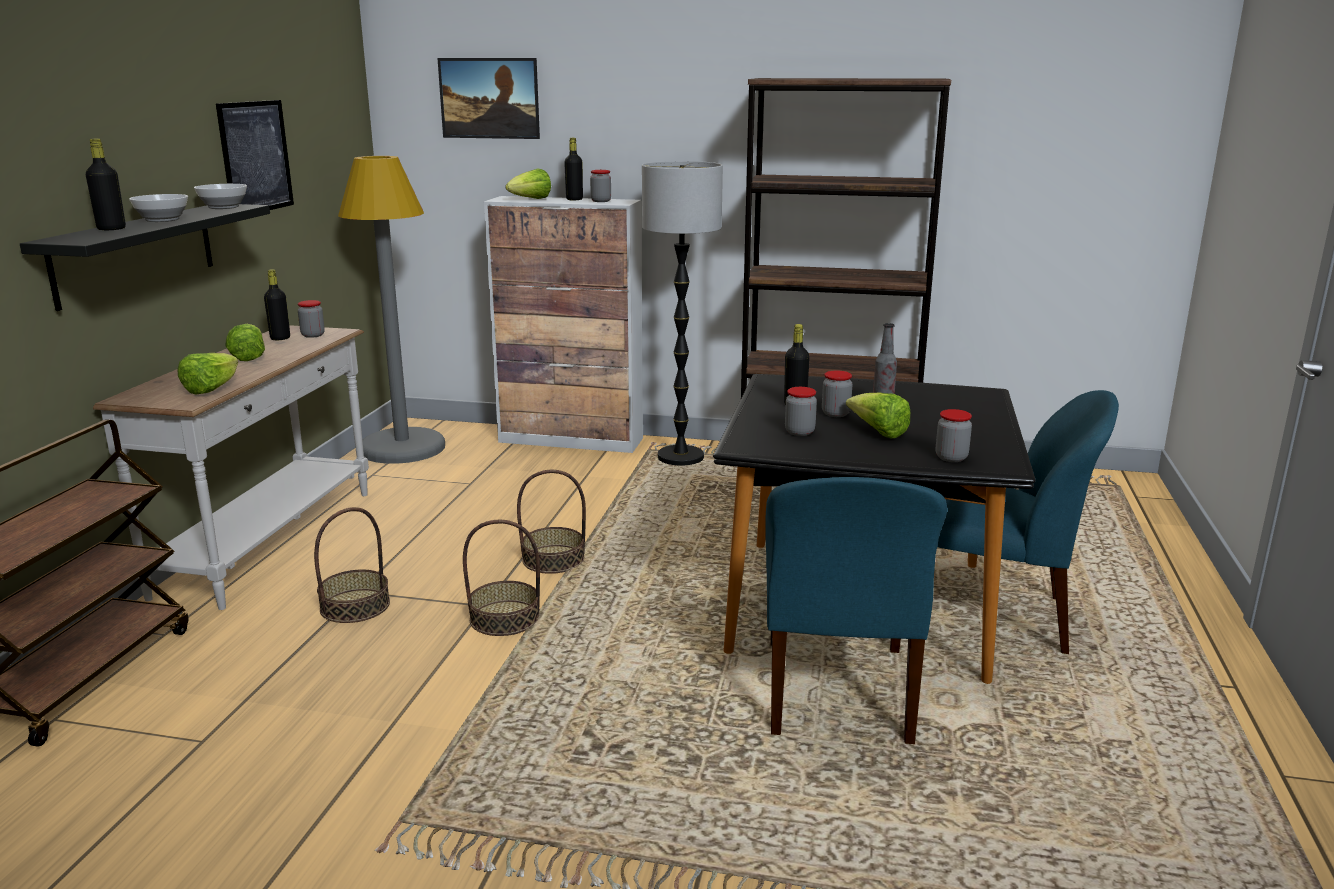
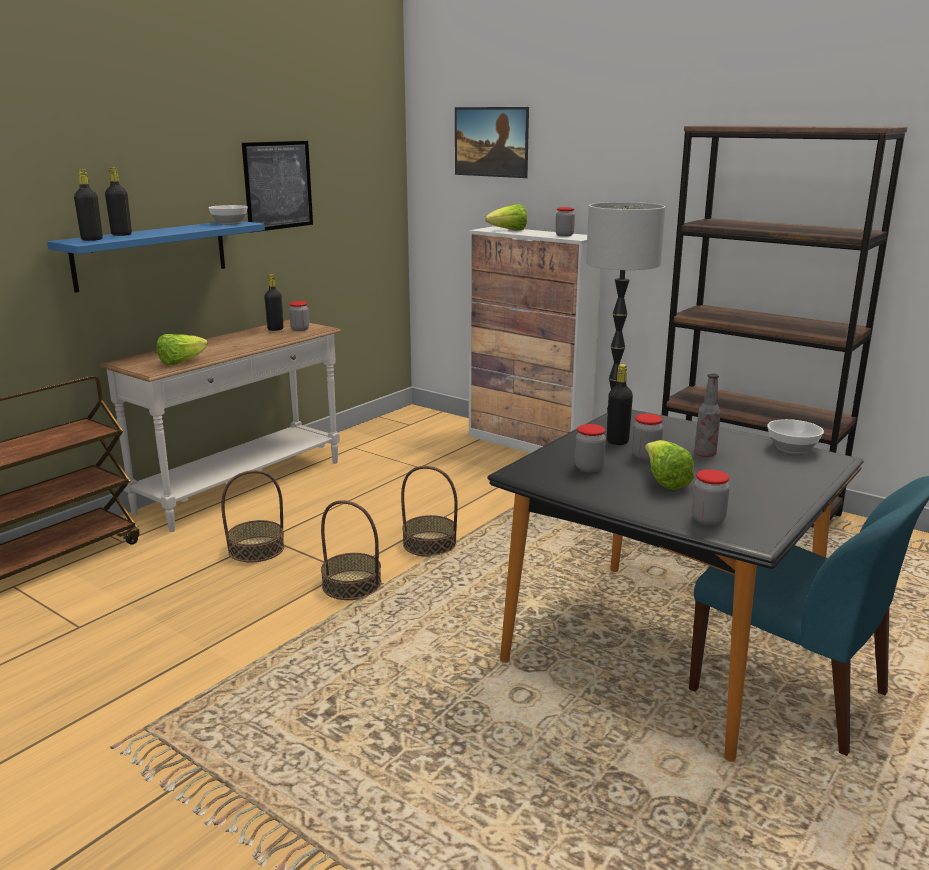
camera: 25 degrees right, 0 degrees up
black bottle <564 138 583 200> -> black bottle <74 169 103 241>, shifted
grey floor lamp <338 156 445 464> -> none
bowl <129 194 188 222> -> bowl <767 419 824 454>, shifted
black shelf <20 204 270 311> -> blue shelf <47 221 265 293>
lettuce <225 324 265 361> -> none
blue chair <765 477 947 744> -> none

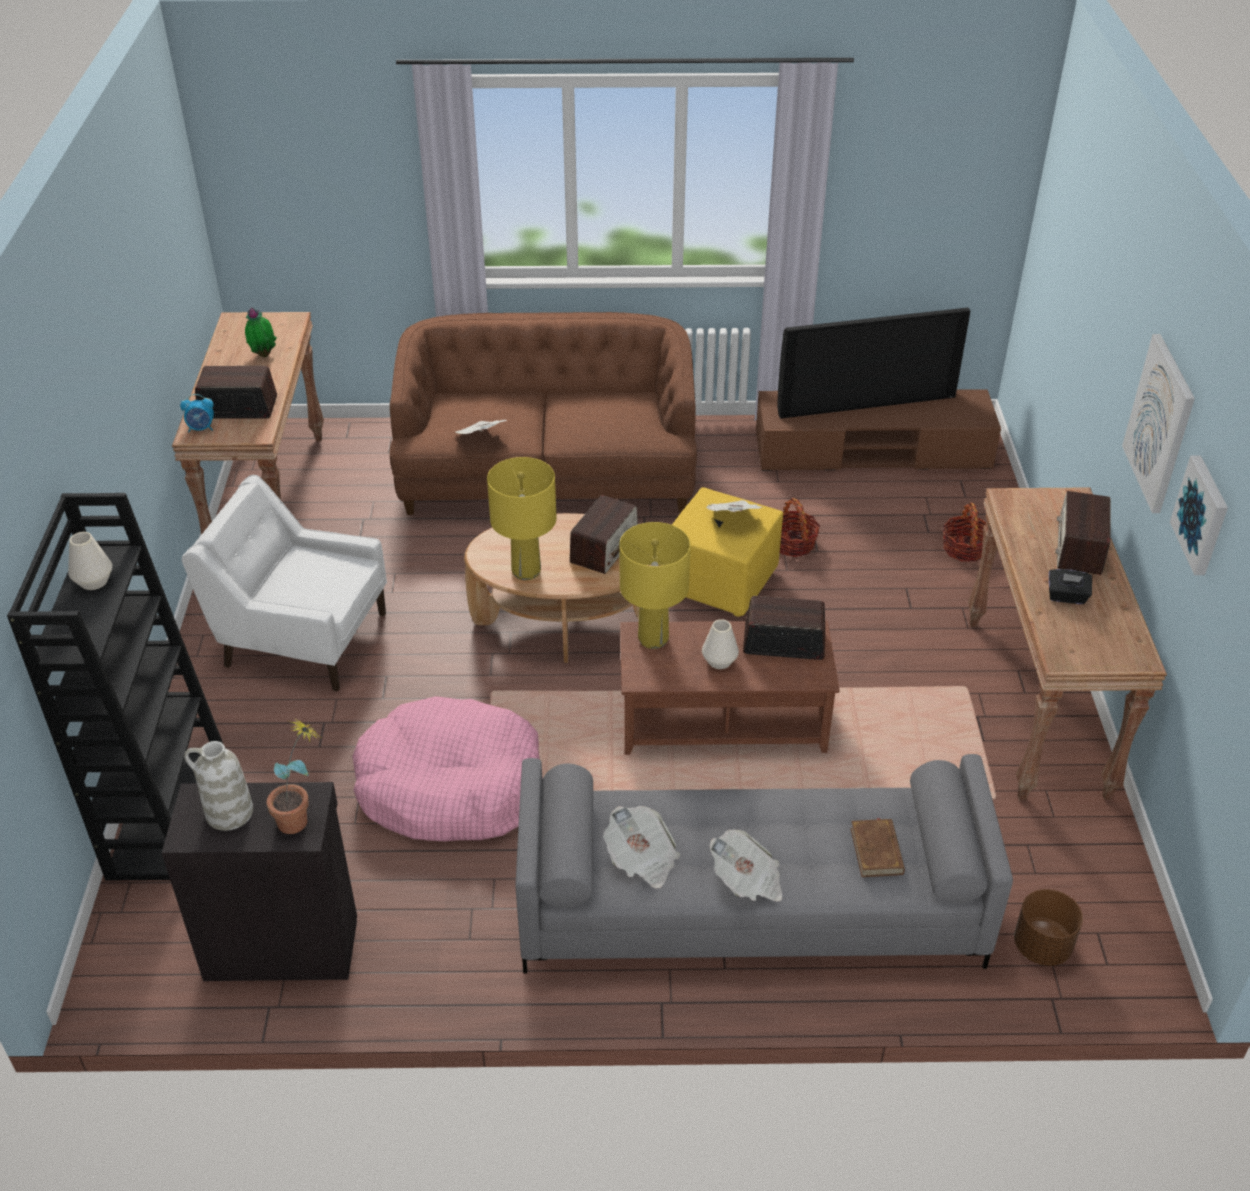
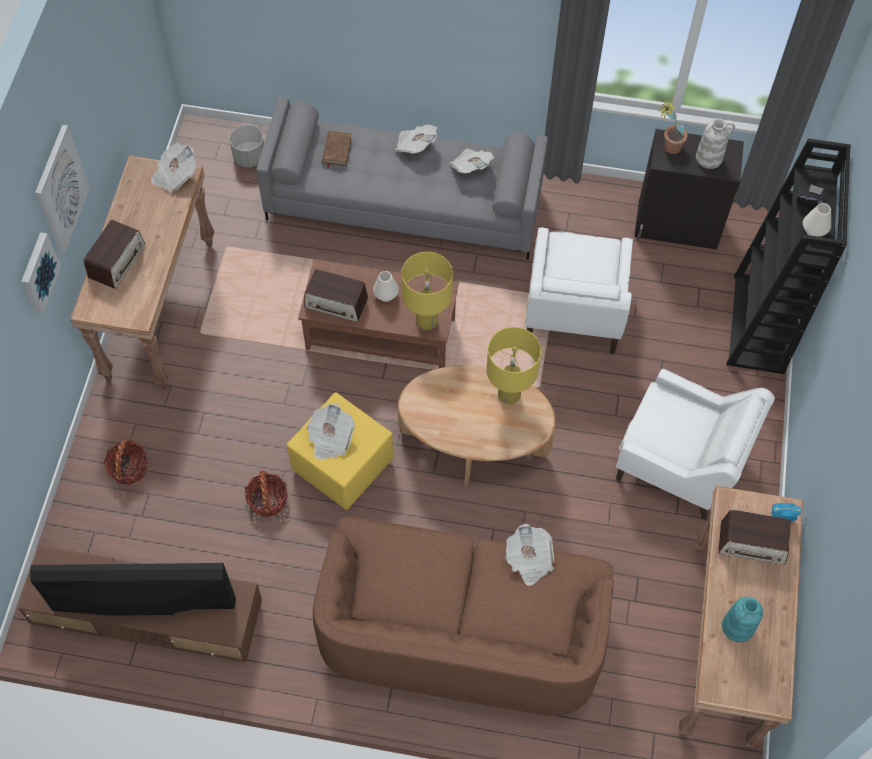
camera: 170 degrees left, 20 degrees up
potted plant <245 307 277 357> -> turquoise vase <722 597 763 642>
picture <1170 455 1228 575> -> picture <21 232 61 314>, shifted
radio <570 495 638 574> -> none
black tissue box <1049 569 1092 604> -> black tissue box <797 184 830 210>, shifted
pink dog bed <352 696 543 842> -> white armchair <525 227 633 354>
brown planter <1014 889 1083 966> -> grey planter <229 124 264 167>
none -> newspaper <151 143 196 193>

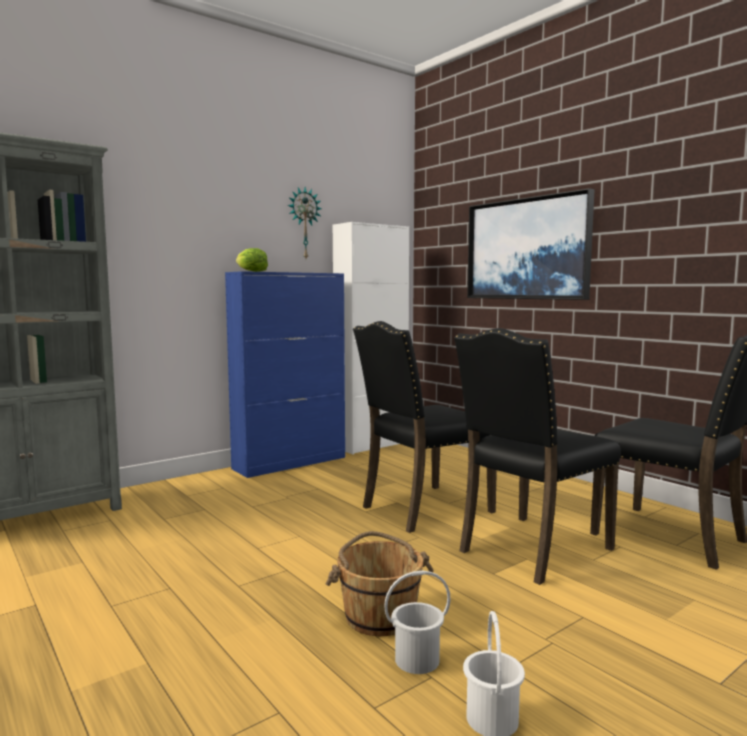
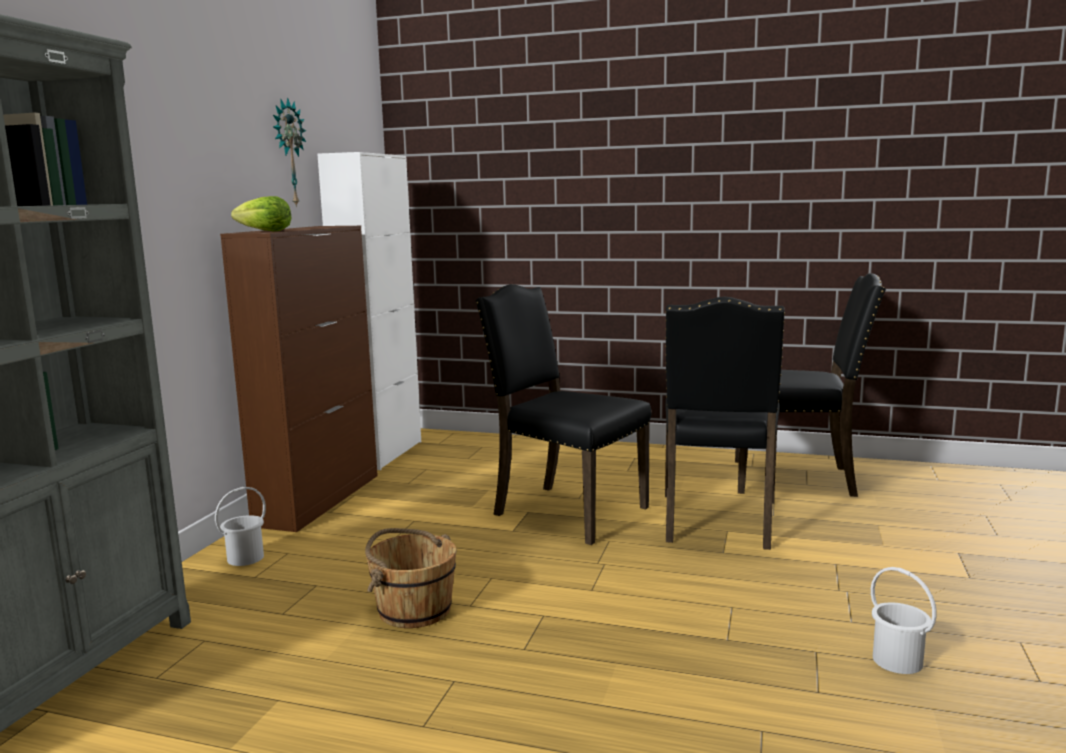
camera: 35 degrees left, 5 degrees up
picture <467 188 594 300> -> none
blue cabinet <225 271 345 478> -> brown cabinet <220 226 378 532>
black chair <353 321 497 533> -> black chair <475 284 651 545>, 105 degrees clockwise
brown bucket <326 531 434 636> -> brown bucket <365 528 457 628>, shifted
white bucket <384 570 451 674> -> white bucket <215 487 266 566>, shifted

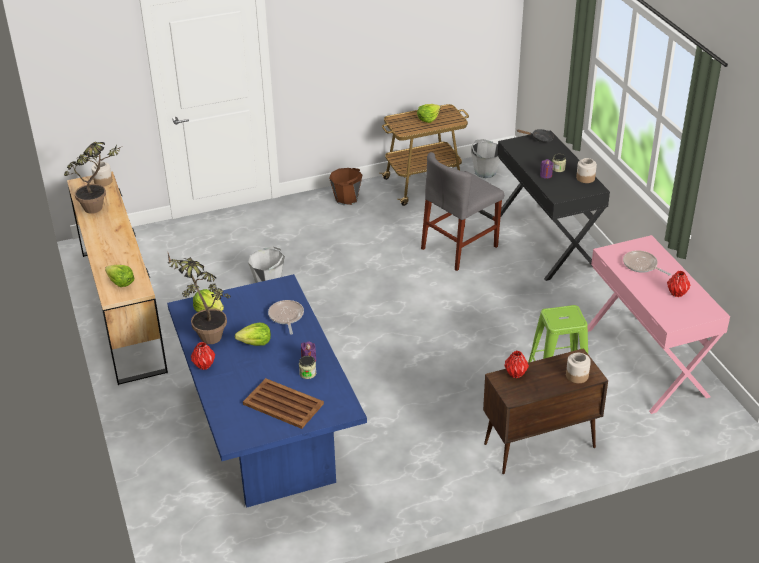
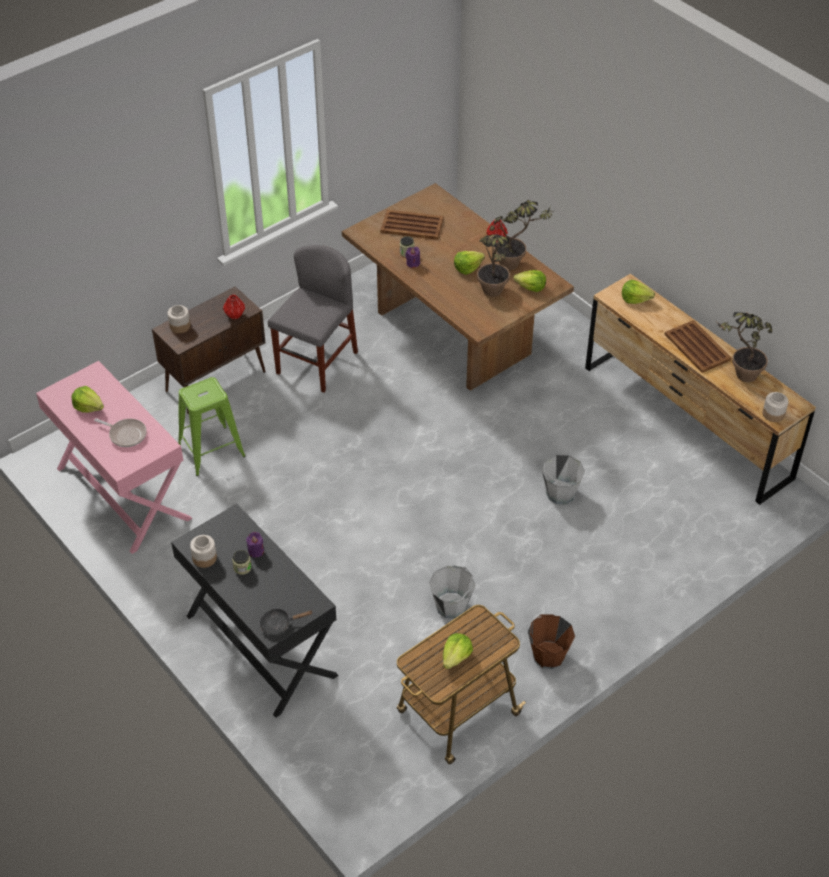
camera: 160 degrees right, 10 degrees up
grey bucket <471 139 500 178> -> grey bucket <429 566 475 619>, shifted
grey chair <421 152 504 271> -> grey chair <268 245 358 393>, shifted
red vase <667 271 690 297> -> lettuce <72 386 104 413>
blue dining table <167 274 367 507> -> brown dining table <342 183 574 391>
frying pan <268 300 304 335> -> none
none -> potted plant <477 234 514 296>
none -> brown tray <664 320 732 373>

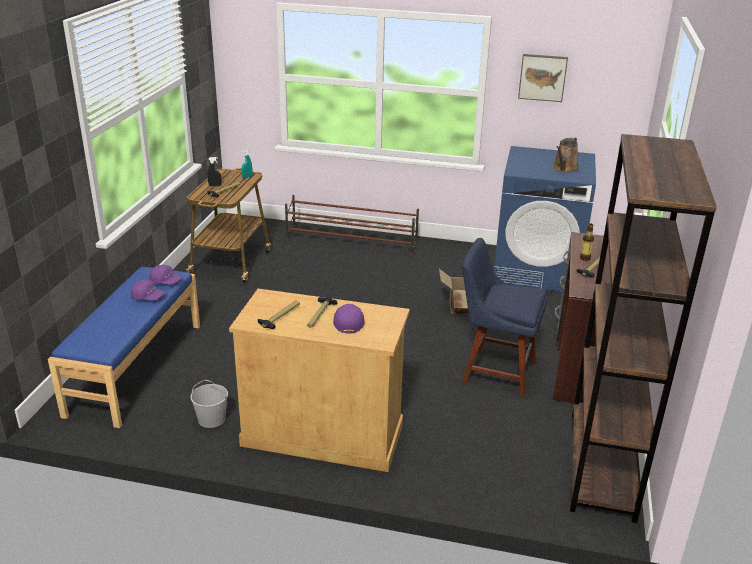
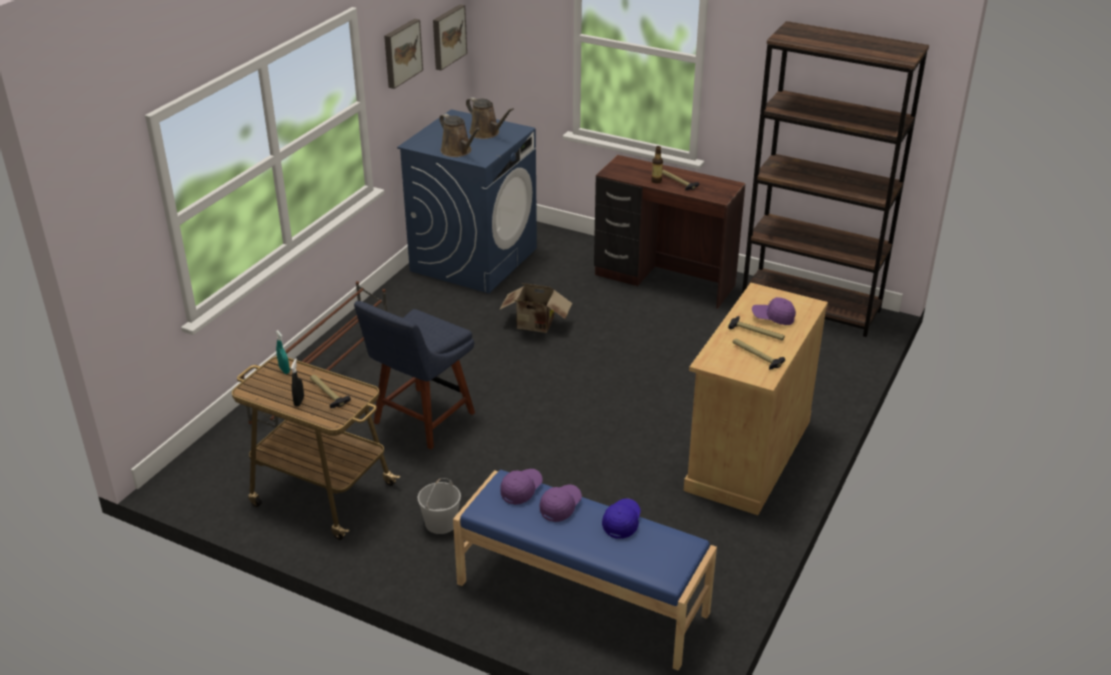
camera: 75 degrees left, 5 degrees up
blue chair <462 238 547 397> -> blue chair <354 301 475 450>, shifted
white bucket <191 380 228 428> -> white bucket <418 478 461 534>, shifted
none -> picture <433 4 467 70>
none -> brown watering can <439 114 481 157>
none -> blue cap <602 498 641 539>

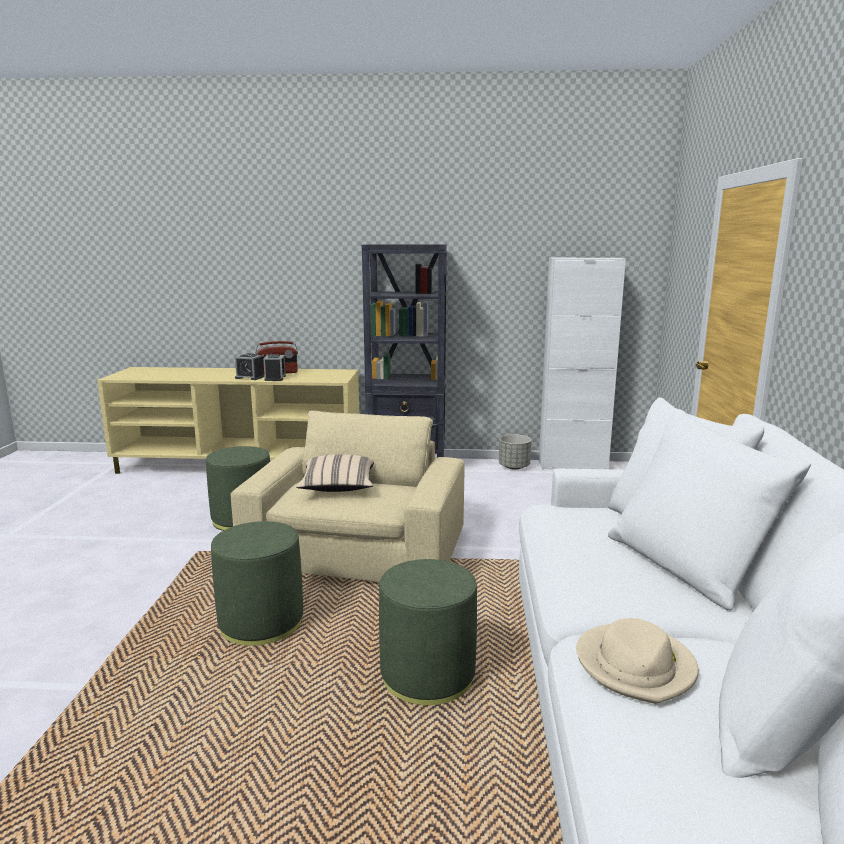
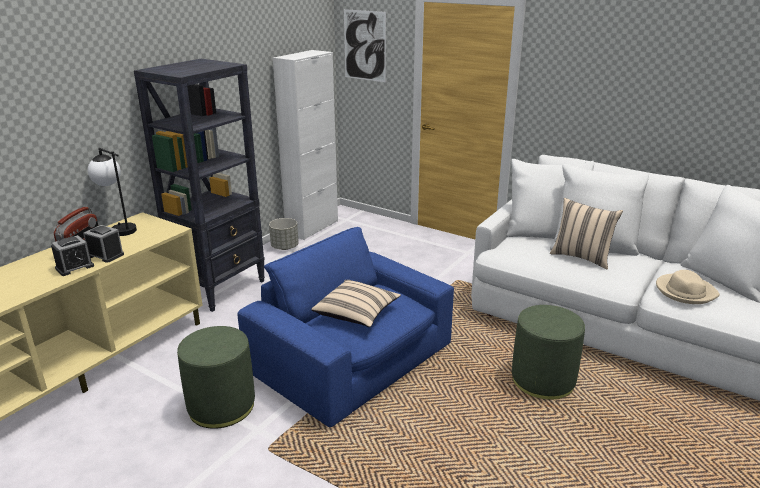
camera: 60 degrees left, 10 degrees up
beige armchair <231 410 465 582> -> blue armchair <237 227 454 427>
green ottoman <211 521 303 646> -> none
none -> picture <344 9 386 82>
none -> table lamp <88 148 137 236>
none -> beige pillow <550 198 623 269>

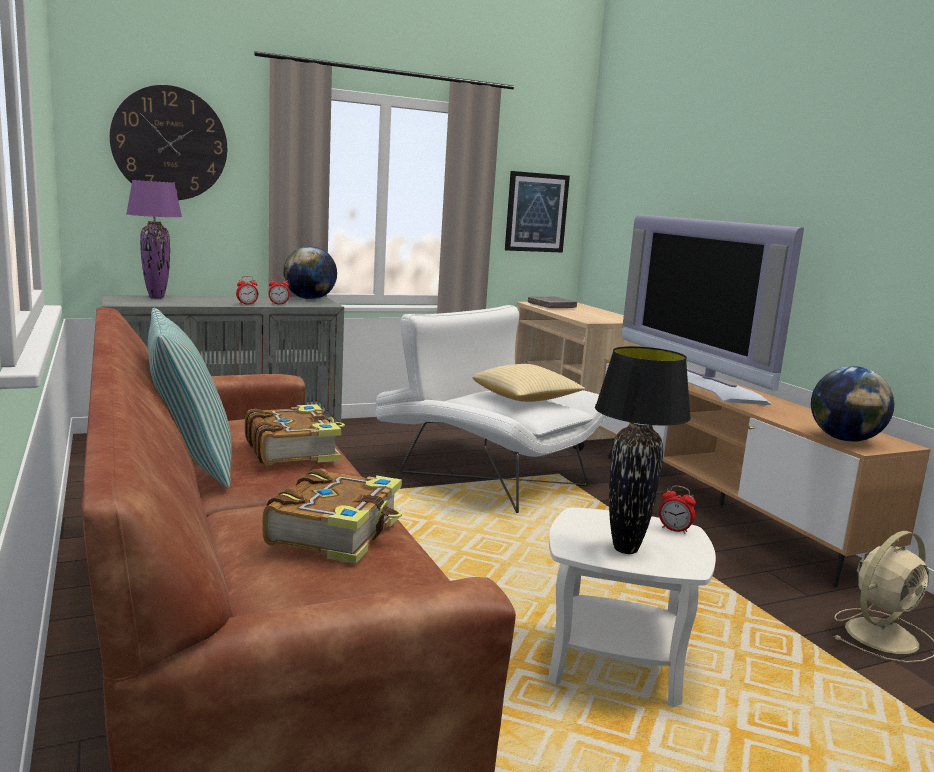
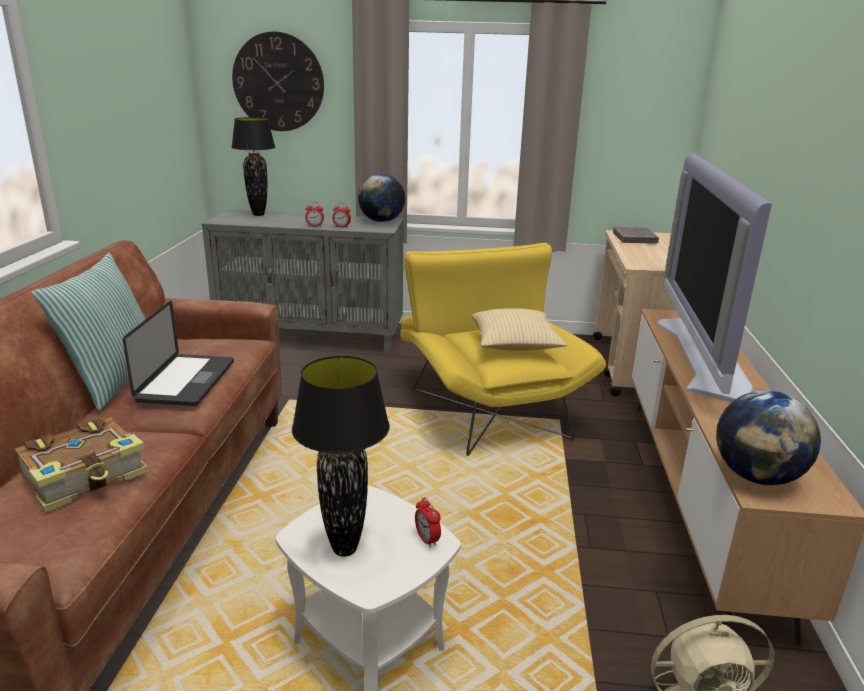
camera: 30 degrees right, 10 degrees up
picture <505 171 570 253> -> none
purple table lamp <126 180 182 299> -> black table lamp <231 117 276 216>
white armchair <376 305 607 513> -> yellow armchair <400 243 606 456>
book <245 404 345 465> -> laptop <123 301 234 406>

